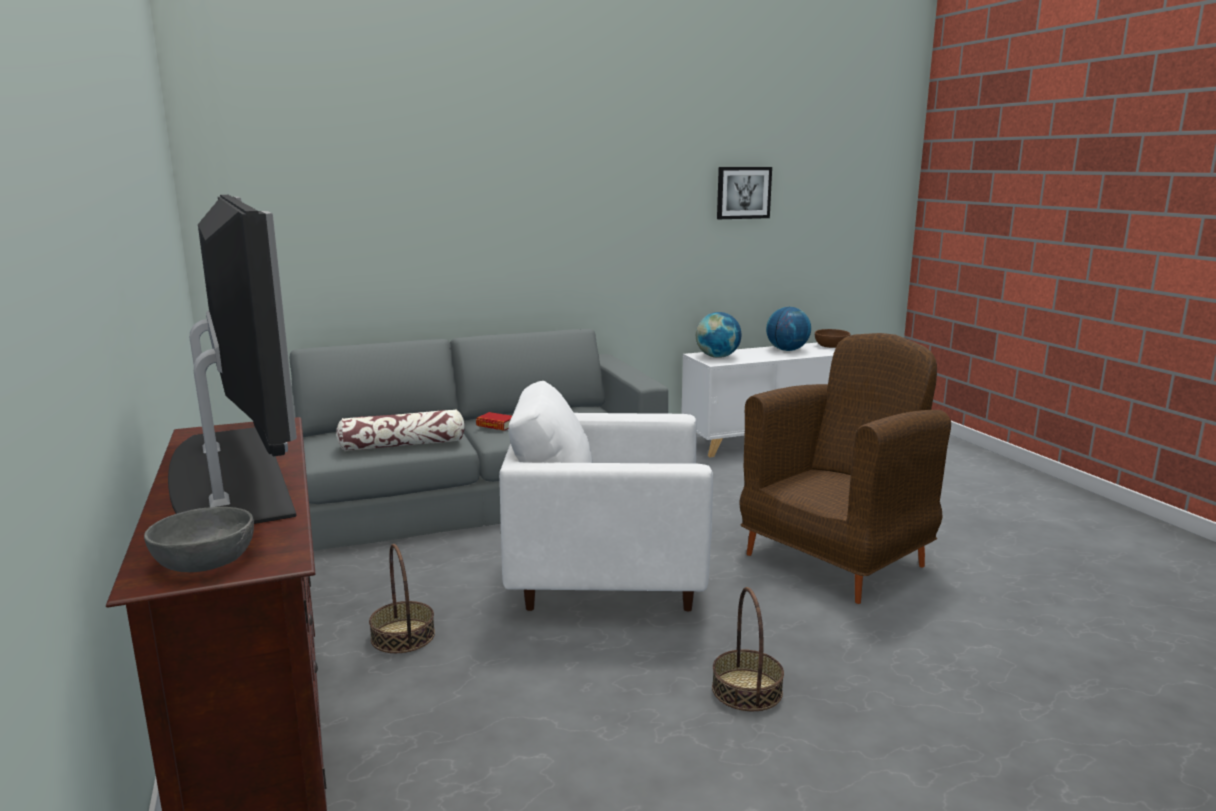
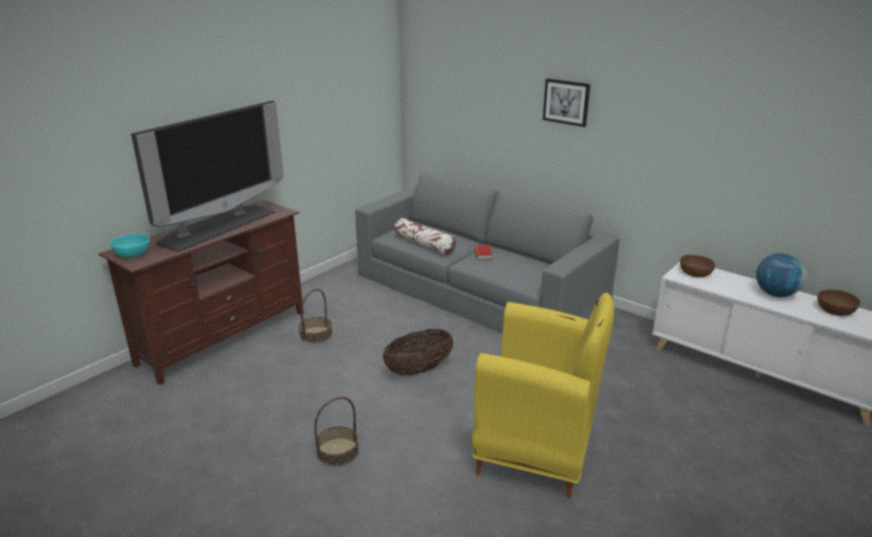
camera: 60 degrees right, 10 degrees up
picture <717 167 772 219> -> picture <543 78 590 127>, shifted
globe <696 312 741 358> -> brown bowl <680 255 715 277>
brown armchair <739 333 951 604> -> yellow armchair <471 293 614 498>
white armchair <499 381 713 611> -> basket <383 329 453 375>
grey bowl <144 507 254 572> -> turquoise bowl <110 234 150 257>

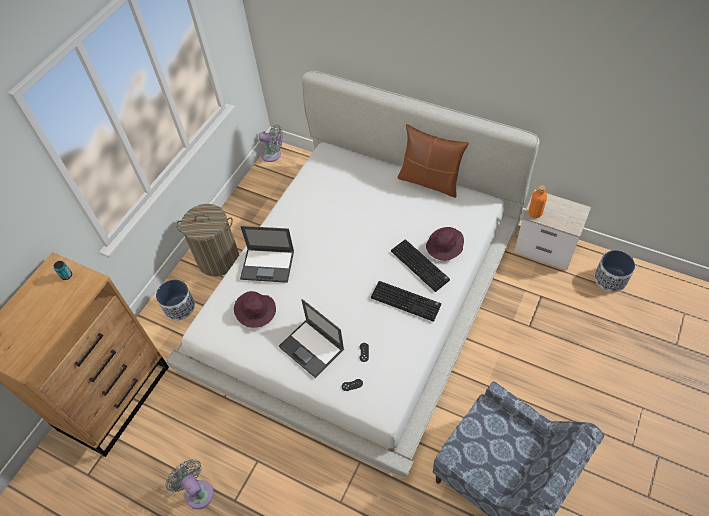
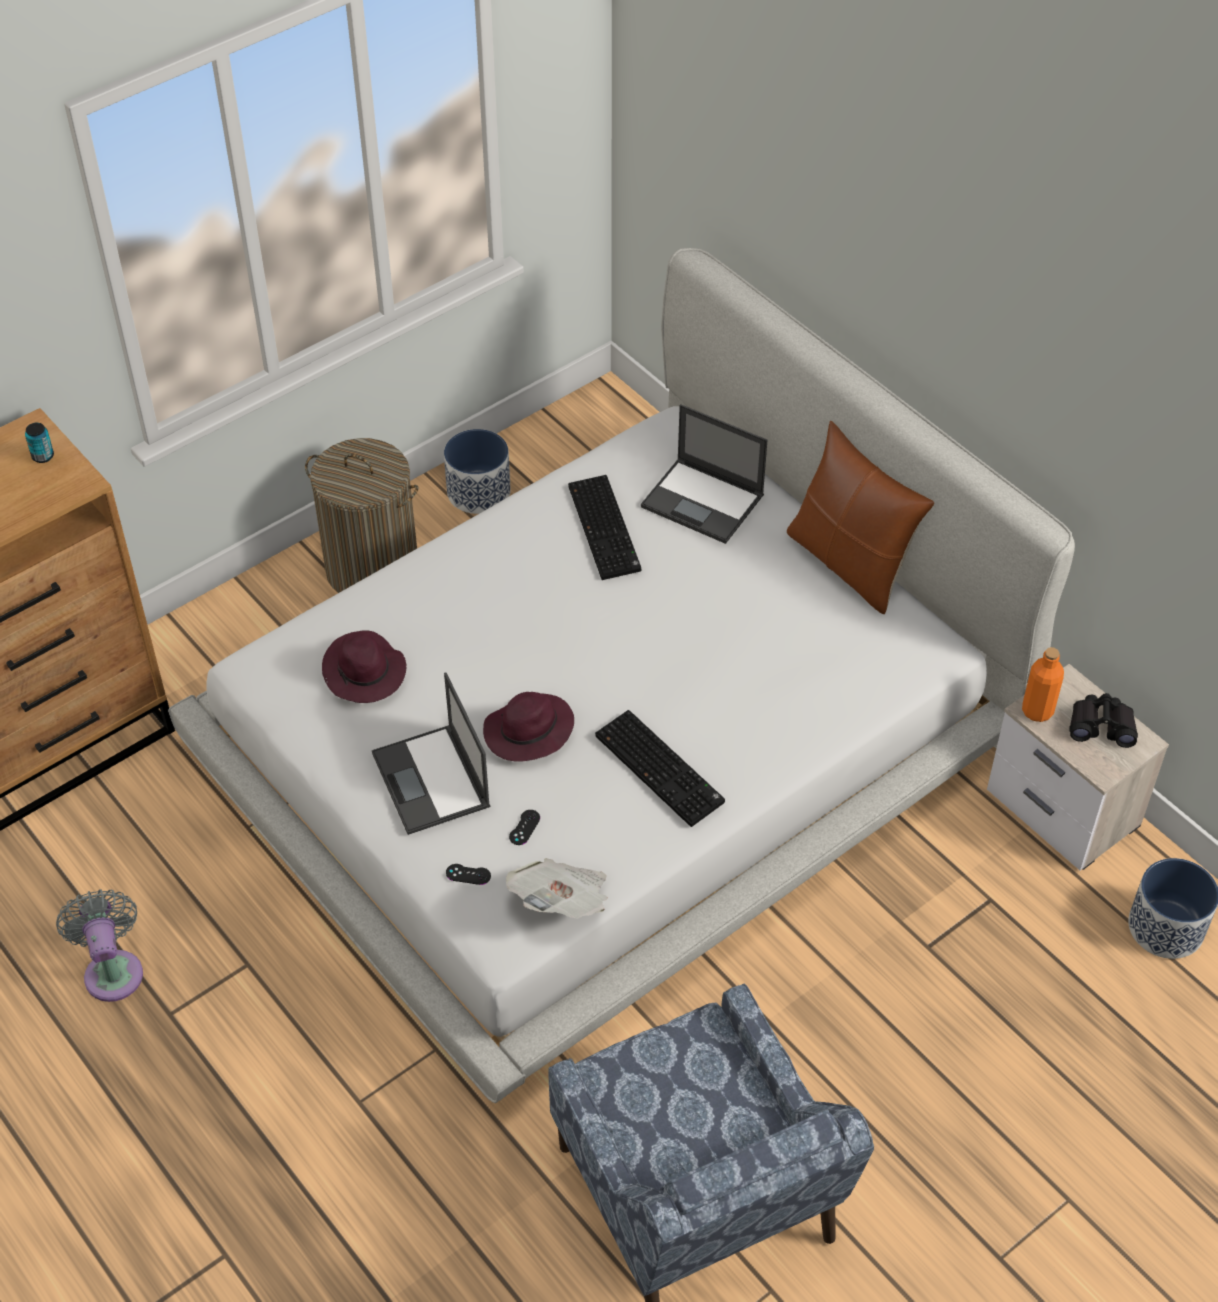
camera: 20 degrees right, 5 degrees down
grey fan <259 125 283 162> -> none
laptop <240 226 294 283> -> laptop <641 404 767 544>, shifted
purple hat <426 227 464 261> -> purple hat <483 692 574 762>, shifted
keyboard <391 239 450 292> -> keyboard <568 475 641 580>, shifted
planter <156 279 195 321> -> planter <444 429 510 514>, shifted
none -> black binoculars <1069 693 1138 748>
none -> newspaper <506 858 608 918>

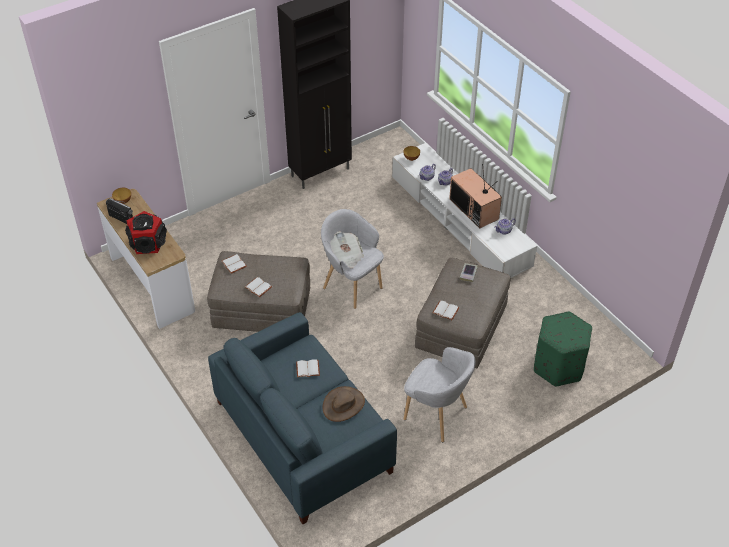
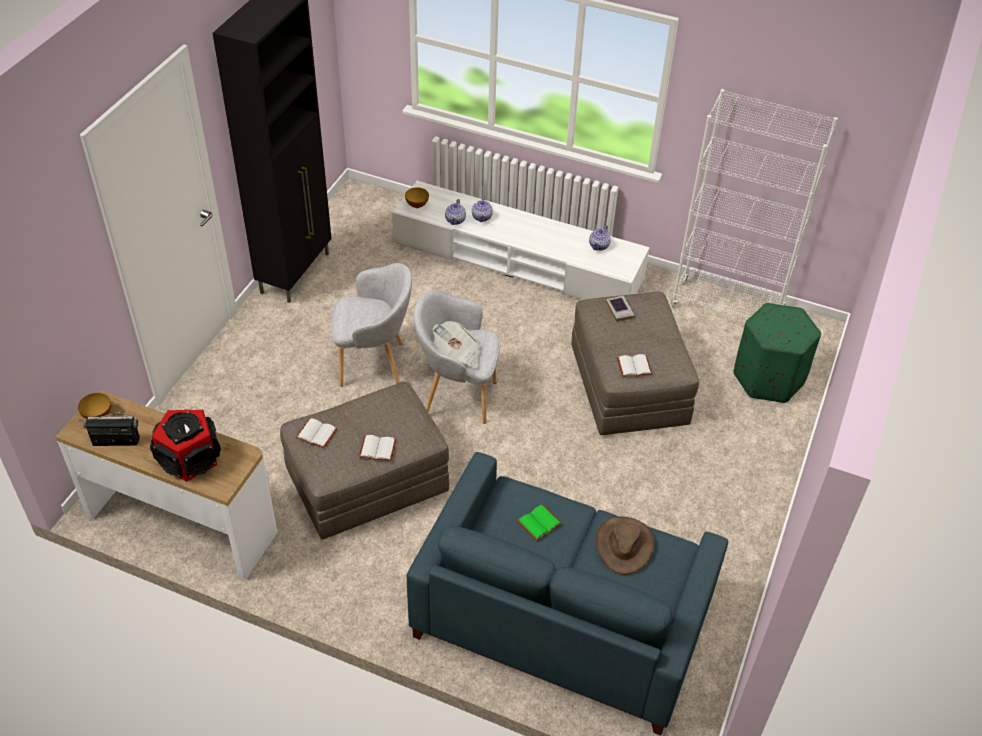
camera: 35 degrees left, 0 degrees up
television <449 164 502 229> -> none
grey armchair <404 347 476 442> -> grey armchair <331 263 412 387>, shifted
white book <296 359 320 377> -> green book <517 504 562 541>
none -> white bookcase <670 89 838 319>

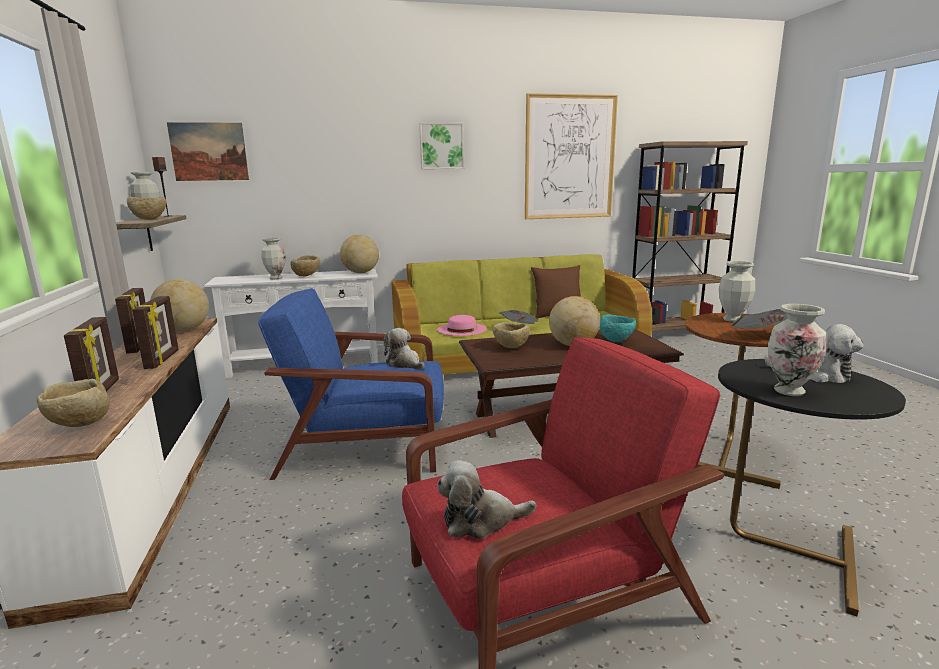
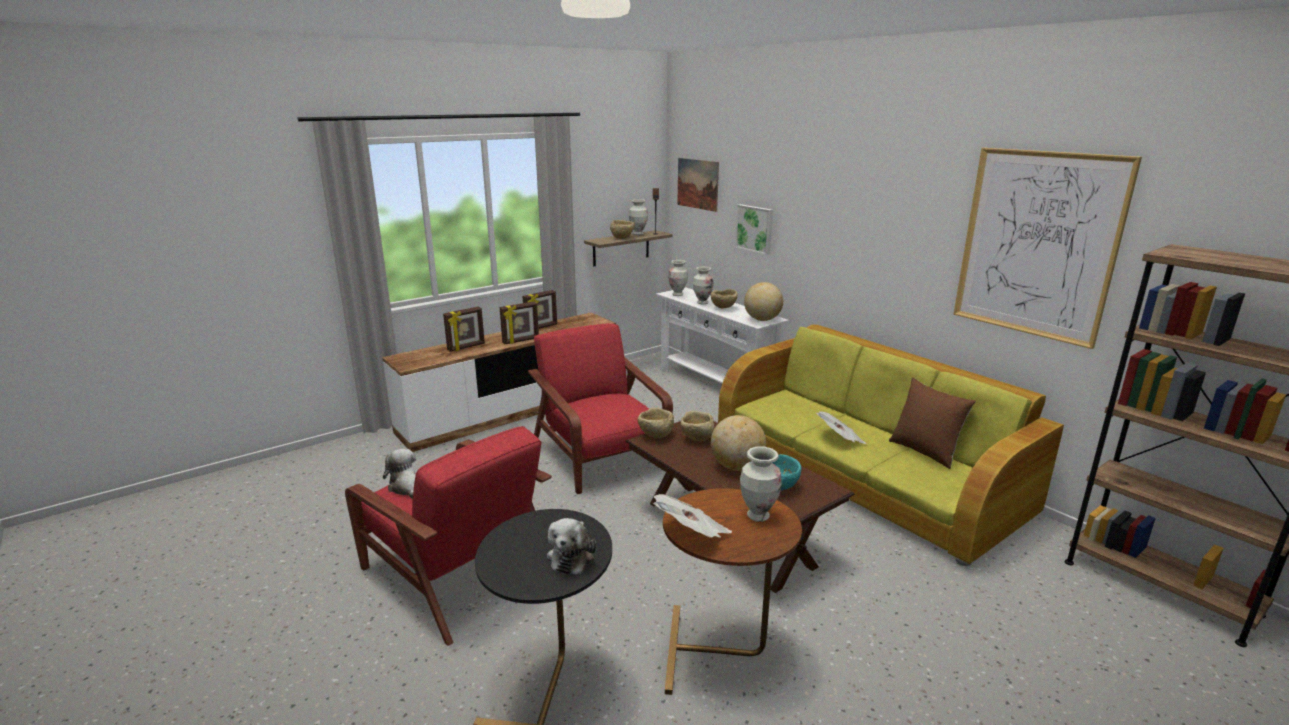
camera: 65 degrees right, 5 degrees up
picture <419 123 464 169> -> picture <735 204 773 255>, shifted
globe <150 279 209 332> -> none
blue armchair <258 288 444 480> -> red armchair <528 323 673 494>
vase <768 304 826 396> -> vase <668 260 688 296>, shifted
pink hat <438 315 487 336> -> none
plush toy <383 328 425 370> -> none
beige bowl <37 379 110 427> -> beige bowl <637 408 674 438>, shifted

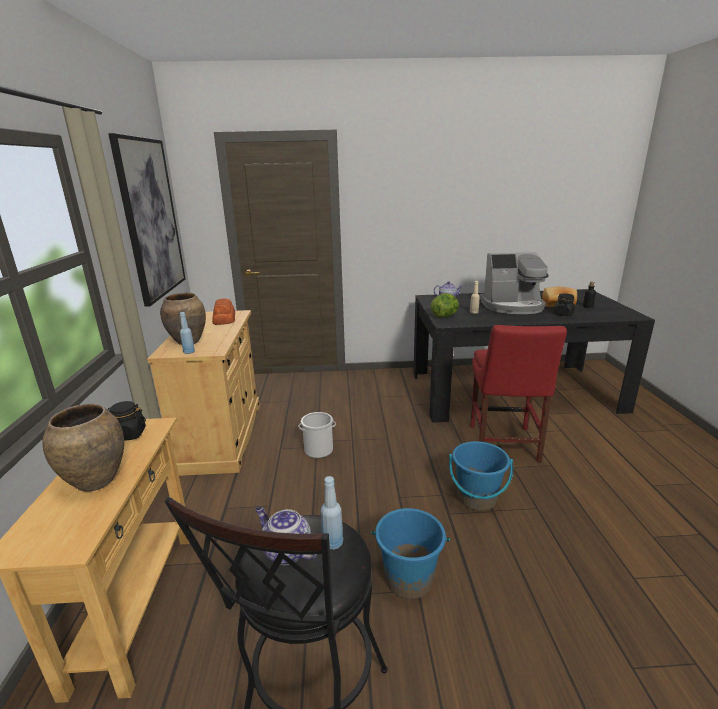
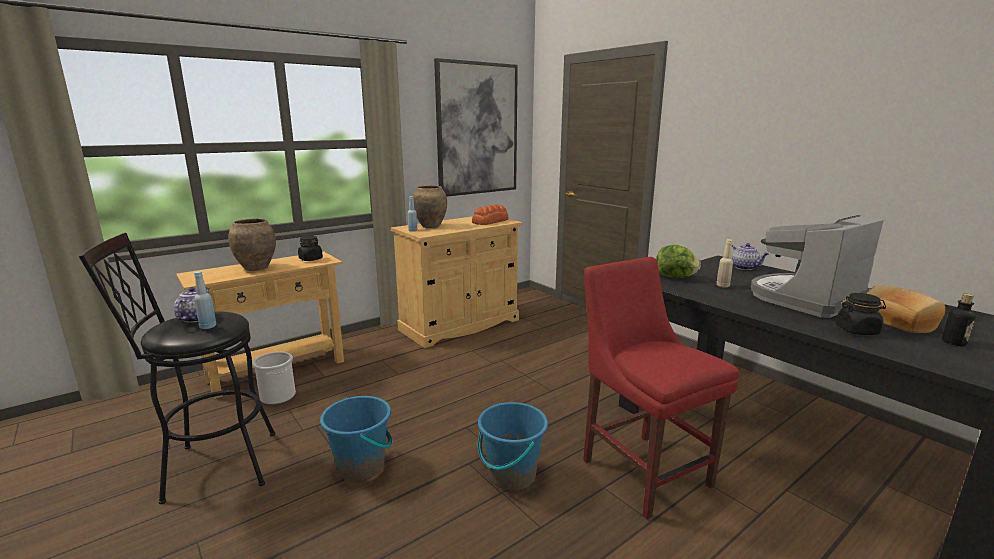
camera: 55 degrees right, 5 degrees down
coffee machine <479 252 549 314> -> coffee machine <751 215 884 318>, 90 degrees clockwise
red chair <470 325 567 463> -> red chair <583 257 739 519>, 90 degrees clockwise
bucket <299 412 336 458> -> bucket <252 352 296 405>, shifted

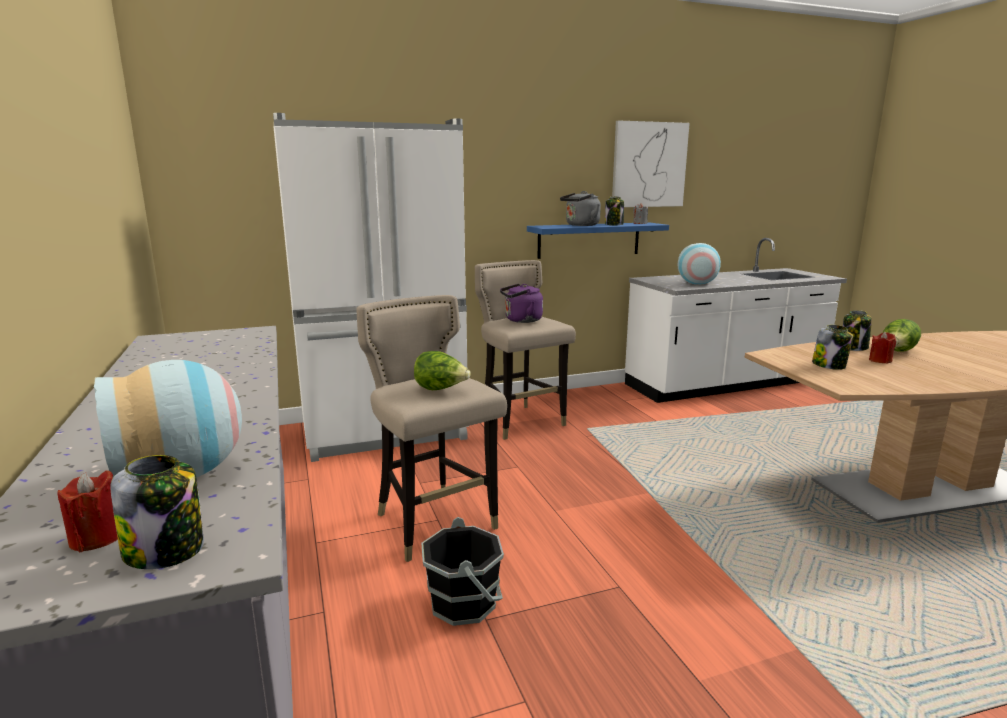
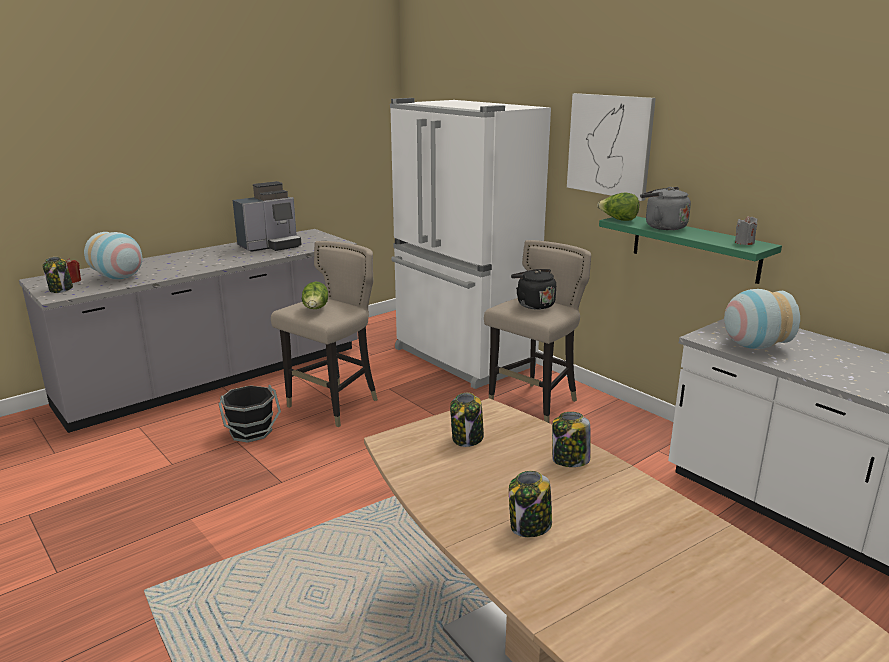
camera: 70 degrees right, 5 degrees up
picture <612 120 690 207> -> picture <567 93 656 201>, shifted
jar <605 197 624 226> -> jar <509 471 552 537>, shifted
blue shelf <527 222 669 259> -> green shelf <599 216 782 284>
purple kettle <500 284 543 323> -> black kettle <511 269 556 309>
lettuce <883 319 921 352> -> lettuce <597 192 639 221>, shifted
red candle <869 332 896 364> -> none
none -> coffee machine <233 181 302 252>

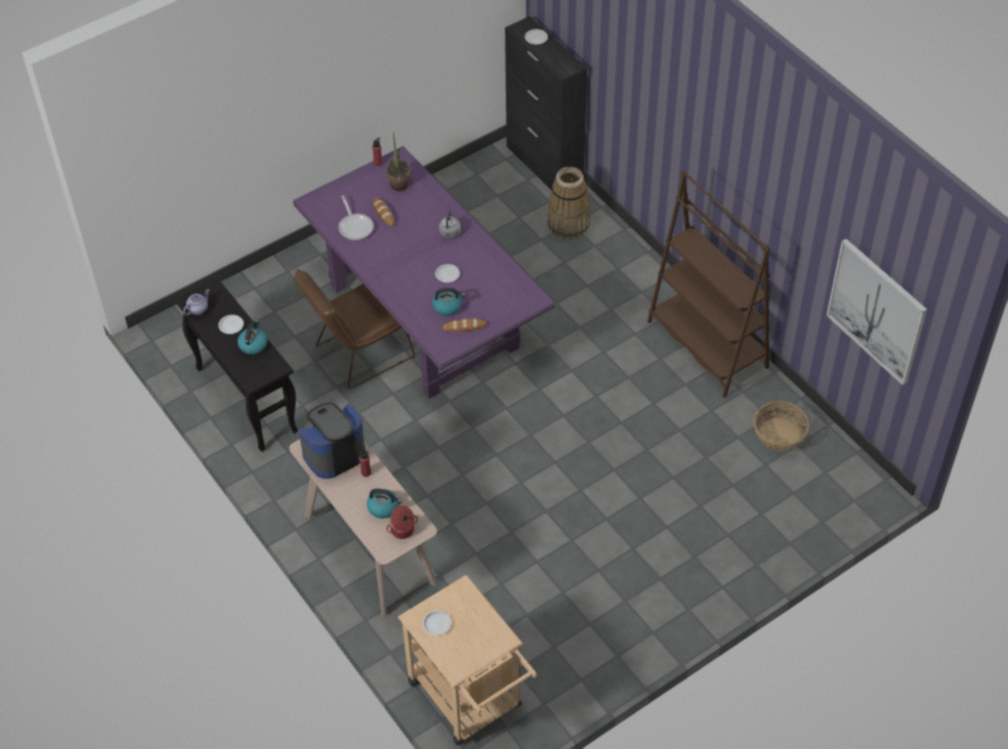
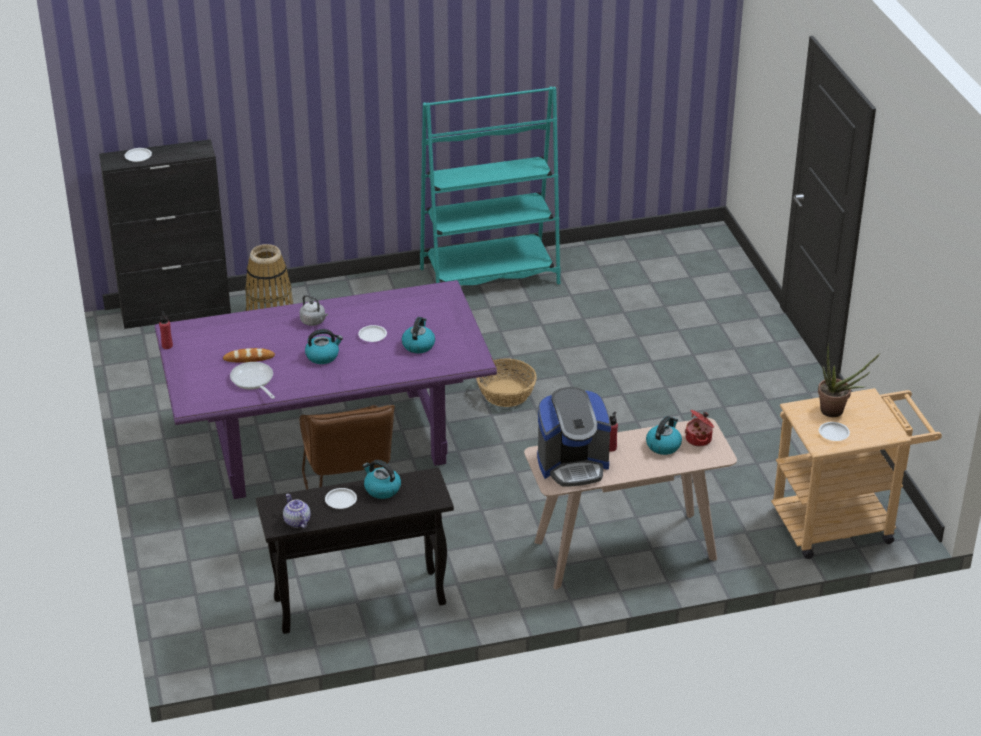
camera: 70 degrees left, 15 degrees down
potted plant <385 132 411 191> -> potted plant <818 343 880 417>, shifted
brown bookcase <647 169 771 398> -> turquoise bookcase <420 87 561 285>
frying pan <338 196 374 240> -> frying pan <230 362 275 399>, 120 degrees counterclockwise
picture <826 239 928 385> -> none
bread <442 318 487 332> -> none
basket <753 401 809 451> -> basket <476 358 537 407>, shifted
coffee machine <298 402 366 479> -> coffee machine <537 387 611 487>, 90 degrees counterclockwise
none -> kettle <305 329 343 364>

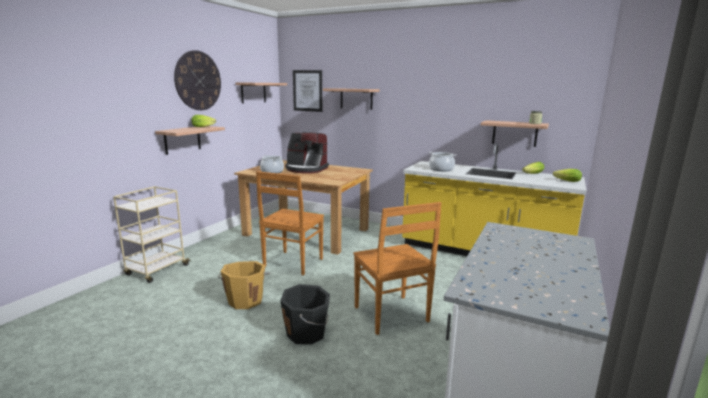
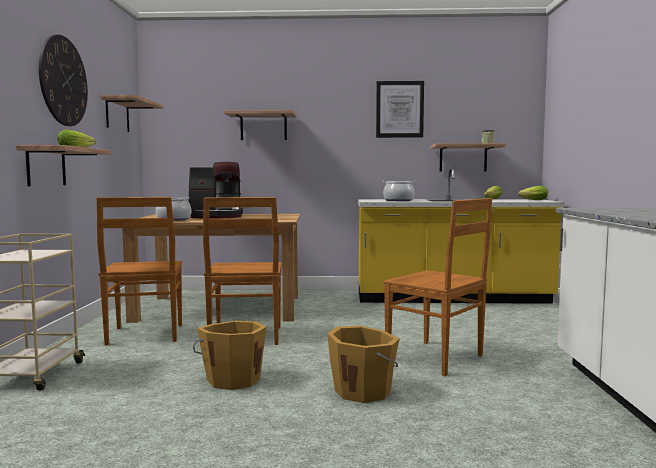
camera: 25 degrees left, 10 degrees down
picture <293 70 322 112> -> picture <376 81 424 138>, shifted
black bucket <280 284 330 344> -> orange bucket <327 326 400 403>
none -> brown chair <97 197 182 345>

